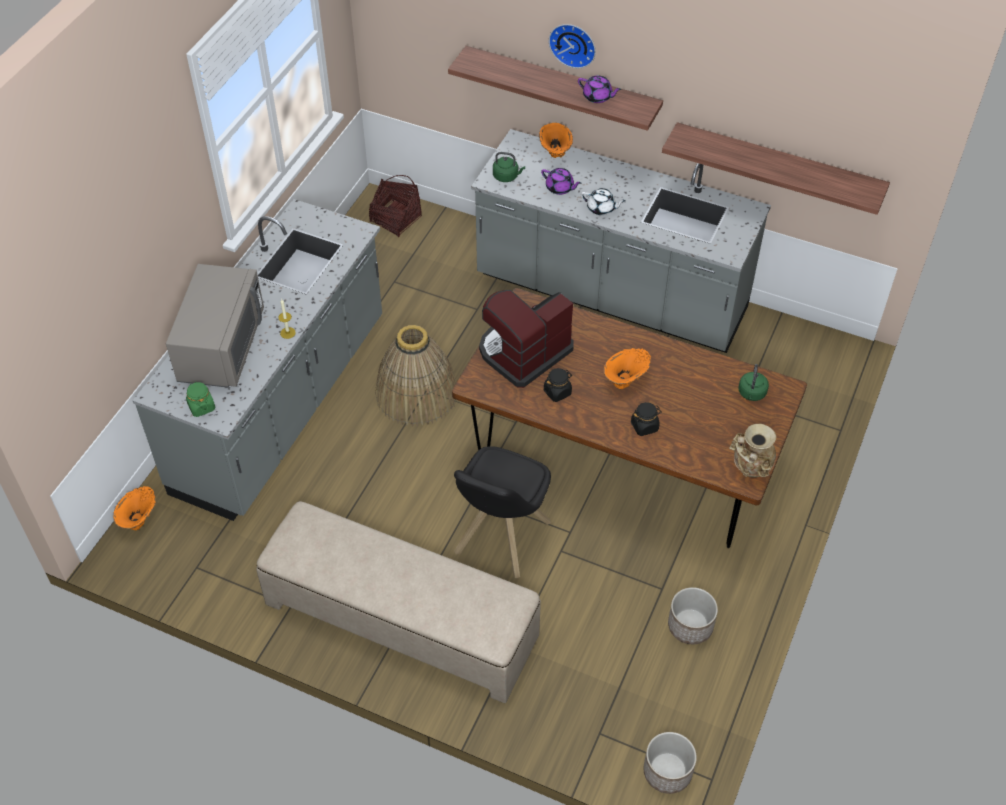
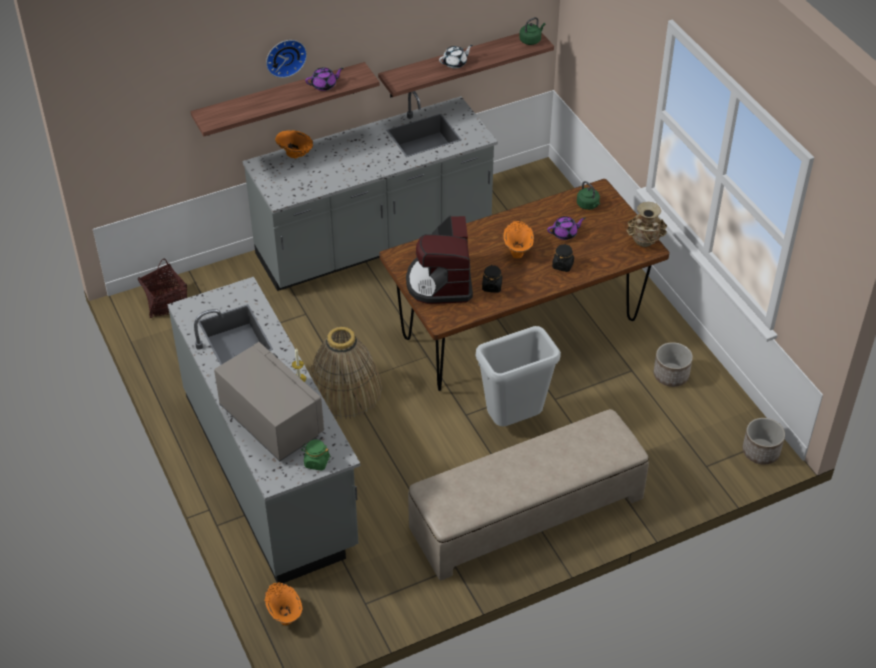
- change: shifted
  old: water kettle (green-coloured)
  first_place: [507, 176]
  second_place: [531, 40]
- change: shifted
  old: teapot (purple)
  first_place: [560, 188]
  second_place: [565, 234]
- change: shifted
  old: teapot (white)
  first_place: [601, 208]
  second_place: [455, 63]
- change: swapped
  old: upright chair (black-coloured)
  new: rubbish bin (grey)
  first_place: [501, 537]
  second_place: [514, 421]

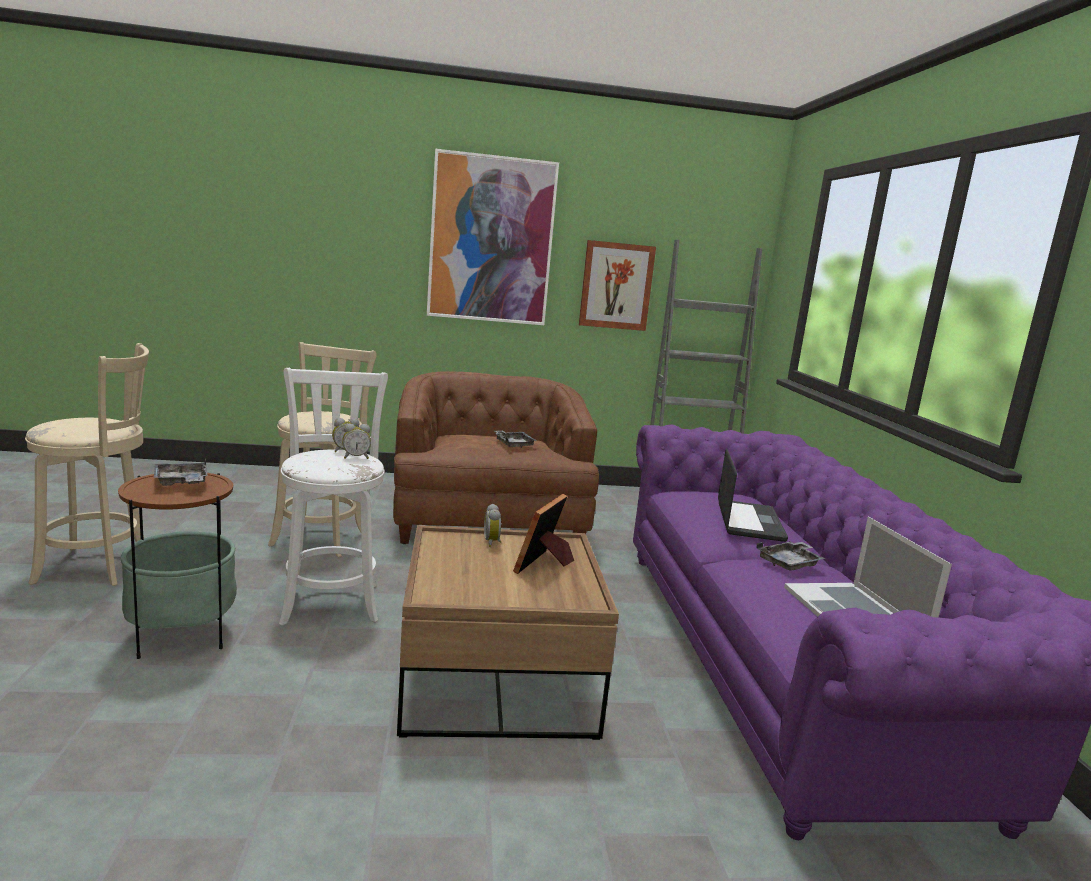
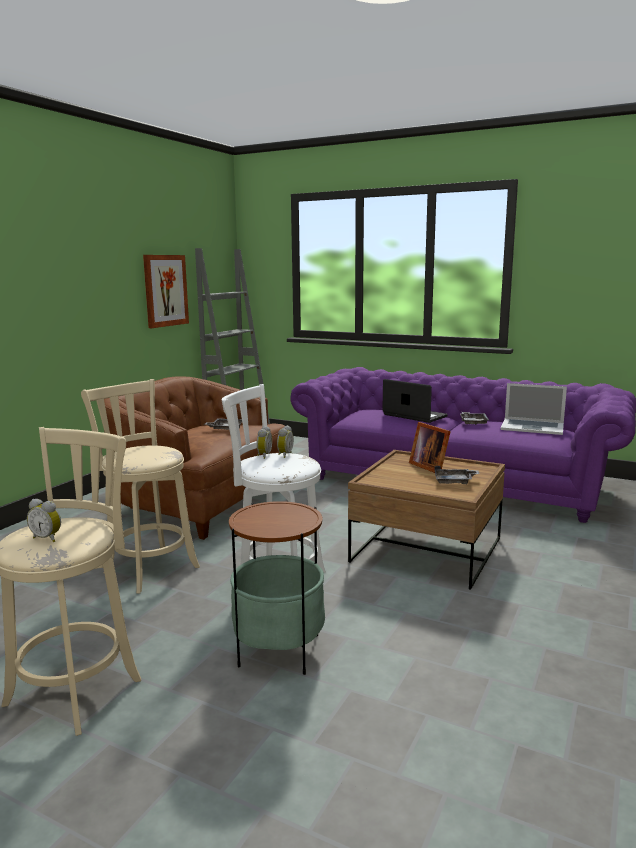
- change: gone
  old: picture
  first_place: [491, 240]
- change: shifted
  old: tray (grey)
  first_place: [181, 482]
  second_place: [454, 482]
- change: shifted
  old: alarm clock
  first_place: [493, 542]
  second_place: [47, 538]

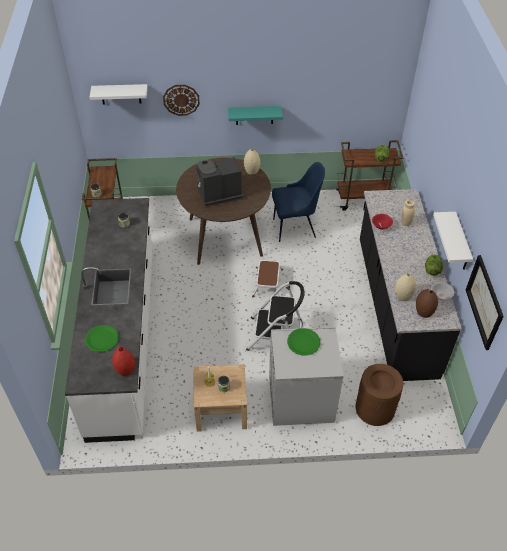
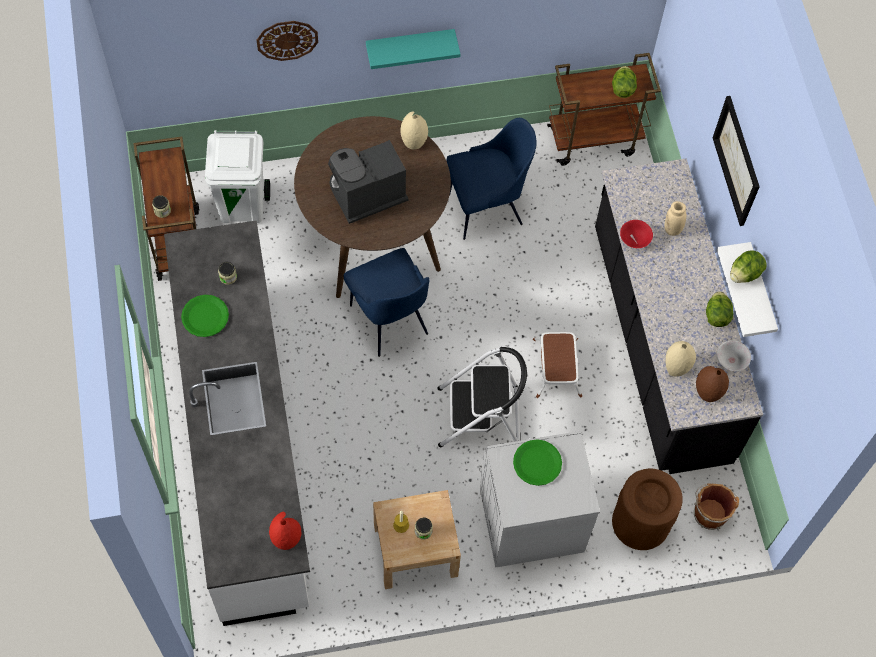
- change: gone
  old: wall shelf (white)
  first_place: [120, 94]
- change: shifted
  old: picture
  first_place: [484, 302]
  second_place: [737, 161]
- change: shifted
  old: step ladder (brownish)
  first_place: [267, 283]
  second_place: [556, 367]
- change: shifted
  old: flat dish (green-coloured)
  first_place: [102, 339]
  second_place: [205, 316]
- change: new
  new: rubbish bin (white)
  second_place: [243, 206]
- change: new
  new: upright chair (blue-coloured)
  second_place: [390, 320]
- change: new
  new: lettuce head
  second_place: [745, 274]
- change: new
  new: water bucket (brownish)
  second_place: [709, 512]

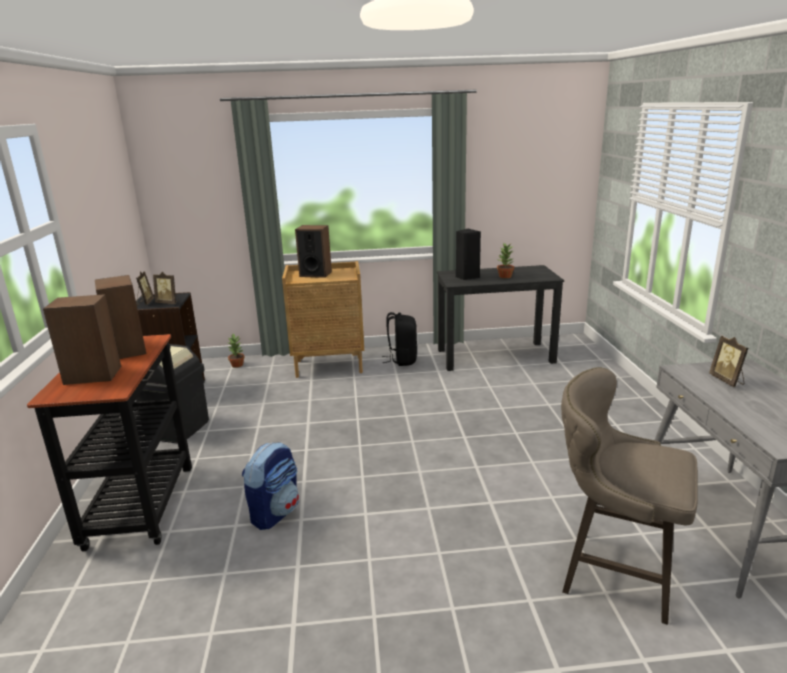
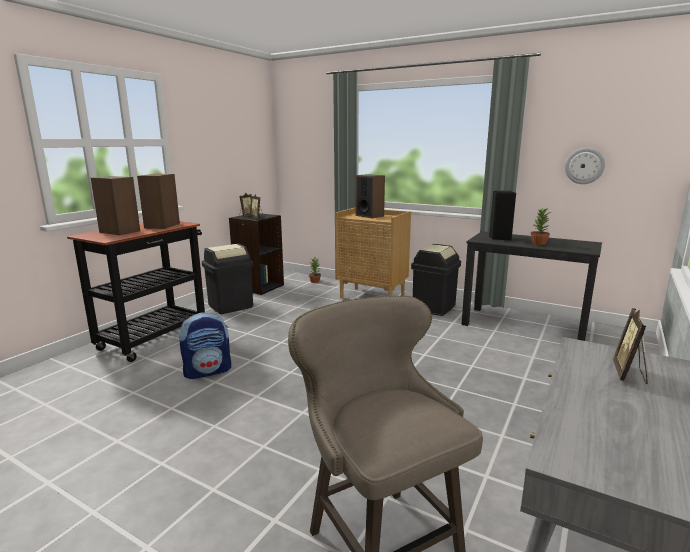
- change: swapped
  old: knapsack (black-coloured)
  new: rubbish bin (black-coloured)
  first_place: [402, 360]
  second_place: [433, 307]
- change: new
  new: hanging clock
  second_place: [584, 166]

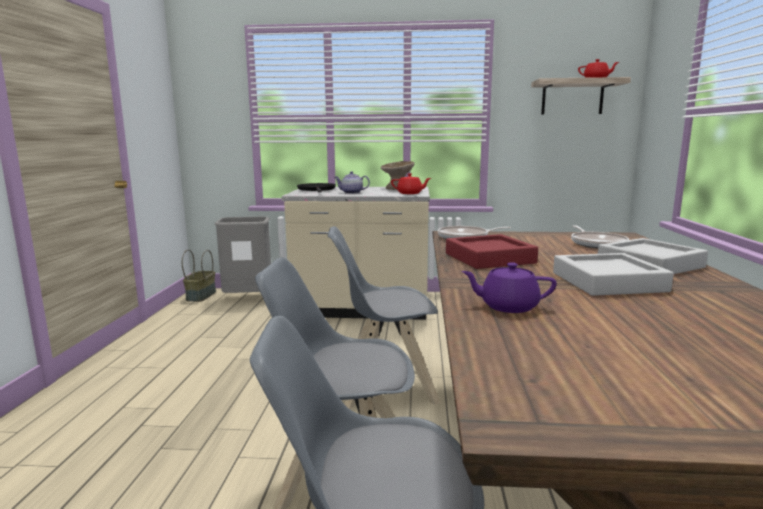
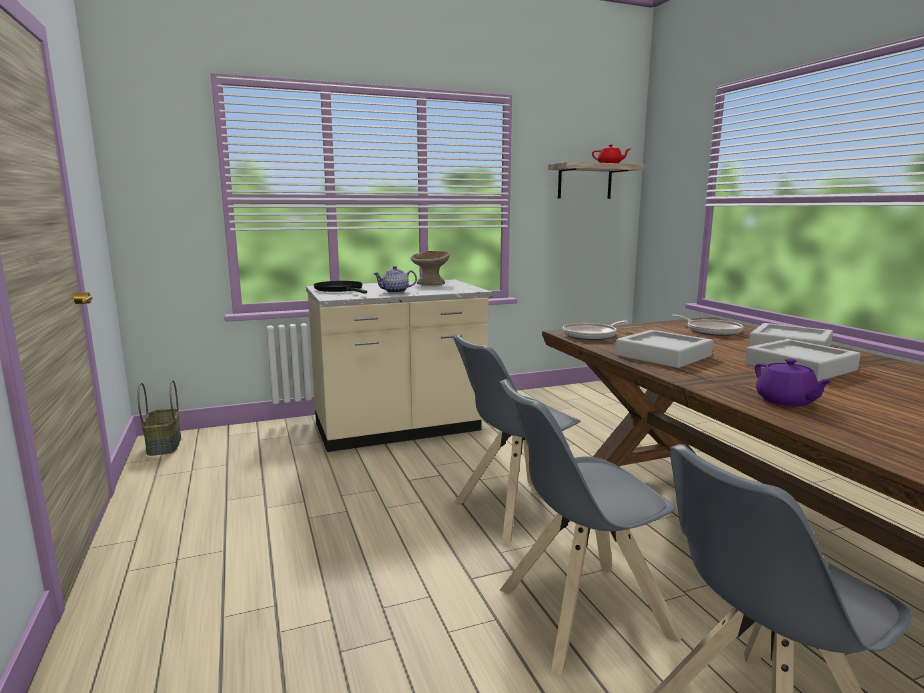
- change: gone
  old: teapot (red-coloured)
  first_place: [410, 193]
- change: gone
  old: rubbish bin (grey)
  first_place: [248, 299]
- change: repainted
  old: tray (red-coloured)
  new: tray (grey)
  first_place: [489, 258]
  second_place: [663, 355]
- change: rotated
  old: teapot (purple)
  first_place: [508, 306]
  second_place: [786, 401]
  degrees: -90

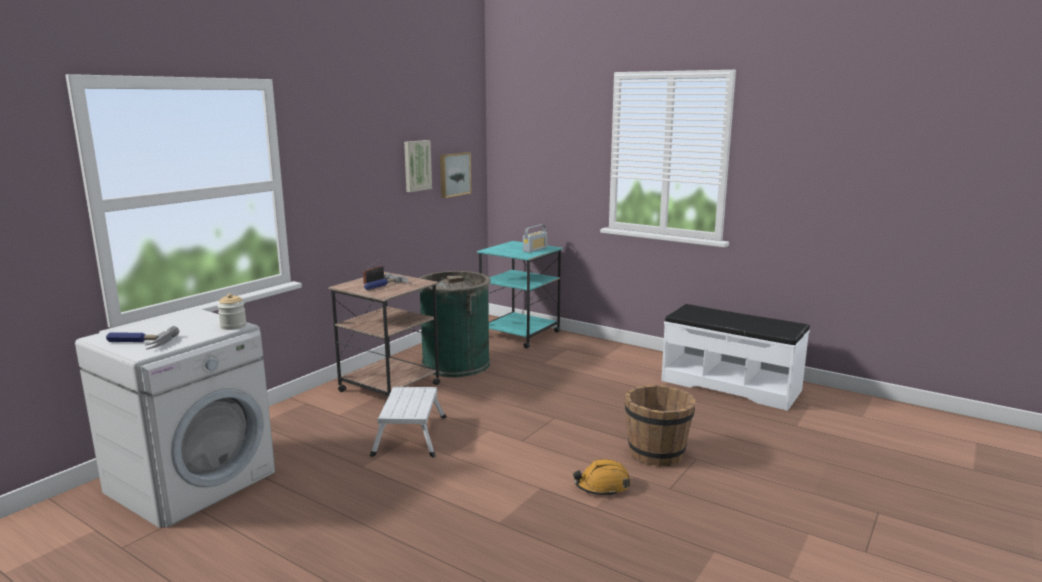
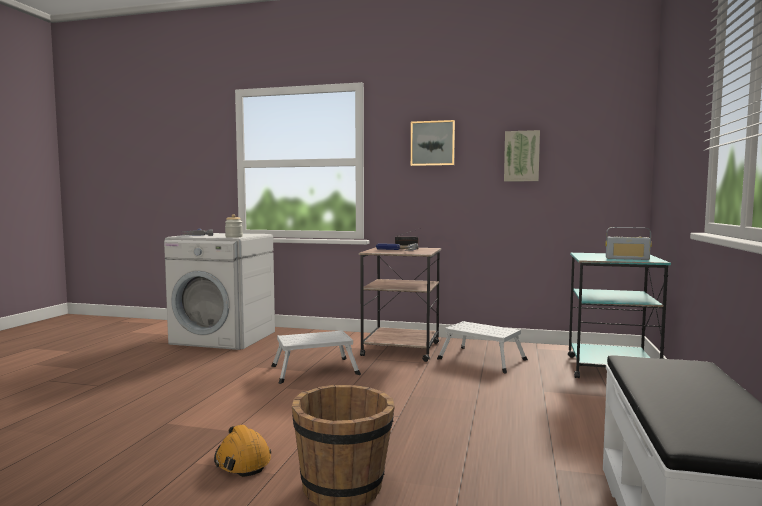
- change: shifted
  old: picture
  first_place: [454, 174]
  second_place: [433, 143]
- change: swapped
  old: rubbish bin (green-coloured)
  new: step ladder (white)
  first_place: [456, 364]
  second_place: [482, 359]

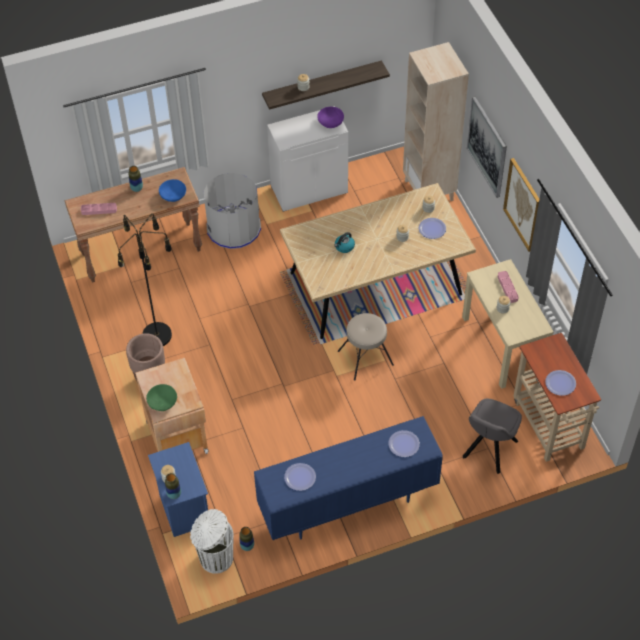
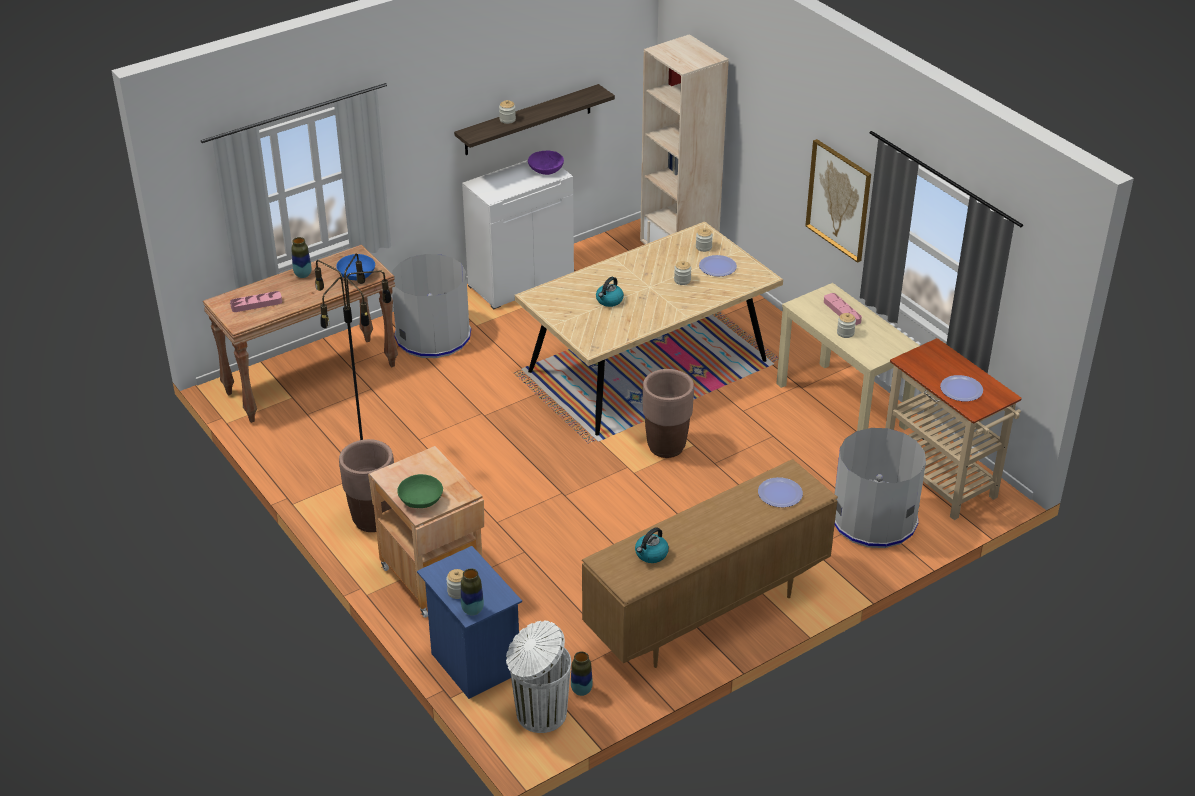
- change: gone
  old: picture
  first_place: [487, 146]
- change: swapped
  old: sitting stool (beige-coloured)
  new: planter (brownish)
  first_place: [365, 358]
  second_place: [666, 447]
- change: swapped
  old: upright chair (grey)
  new: rubbish bin (grey)
  first_place: [489, 449]
  second_place: [873, 519]
- change: repainted
  old: dresser (blue-coloured)
  new: dresser (brownish)
  first_place: [348, 504]
  second_place: [706, 614]
- change: swapped
  old: flat dish
  new: water kettle
  first_place: [300, 477]
  second_place: [651, 554]

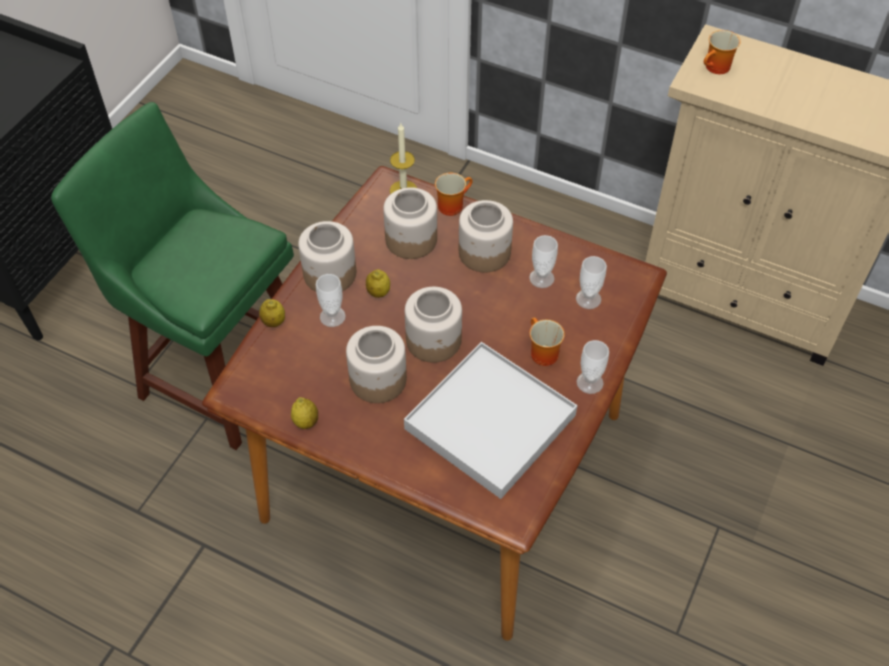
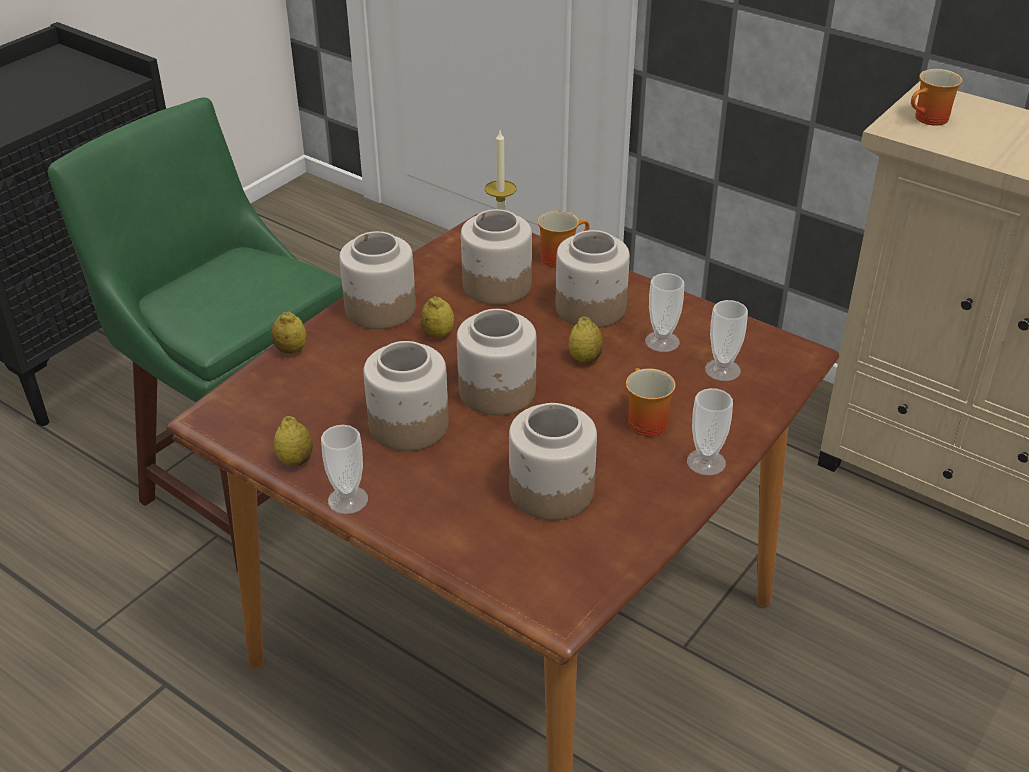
- change: shifted
  old: cup
  first_place: [332, 316]
  second_place: [348, 500]
- change: swapped
  old: tray (white)
  new: jar
  first_place: [490, 422]
  second_place: [552, 491]
- change: new
  new: citrus fruit
  second_place: [585, 359]

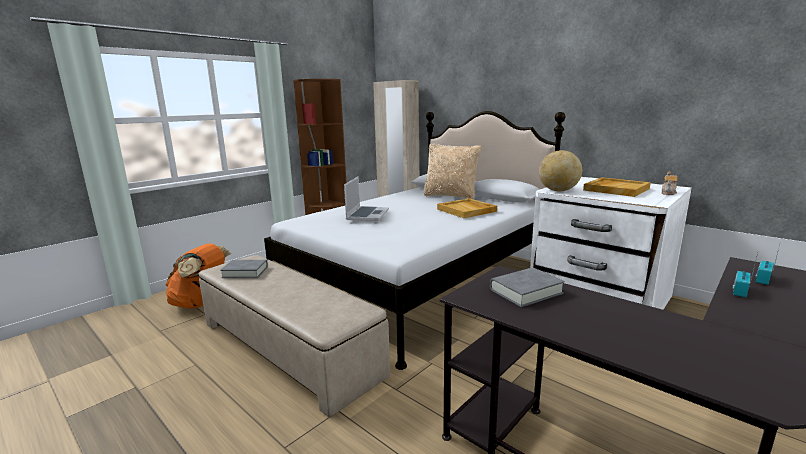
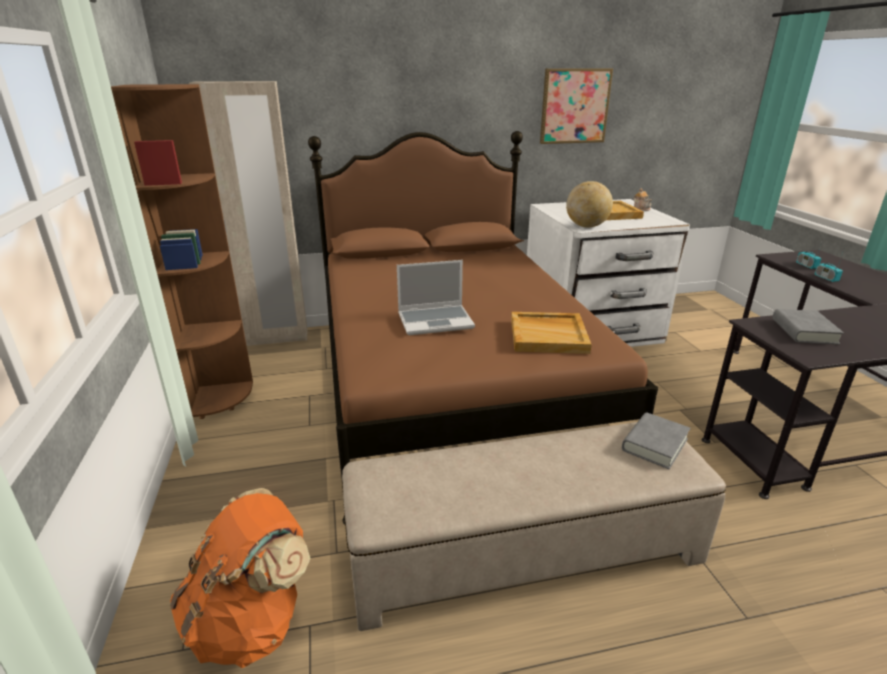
- change: repainted
  old: bed (white)
  new: bed (brownish)
  first_place: [421, 282]
  second_place: [451, 386]
- change: gone
  old: throw pillow (beige-coloured)
  first_place: [451, 197]
- change: rotated
  old: notebook computer
  first_place: [367, 214]
  second_place: [436, 321]
  degrees: 120
- change: shifted
  old: tray (beige-coloured)
  first_place: [467, 210]
  second_place: [548, 335]
- change: shifted
  old: book (grey)
  first_place: [245, 272]
  second_place: [654, 444]
- change: new
  new: picture
  second_place: [574, 106]

